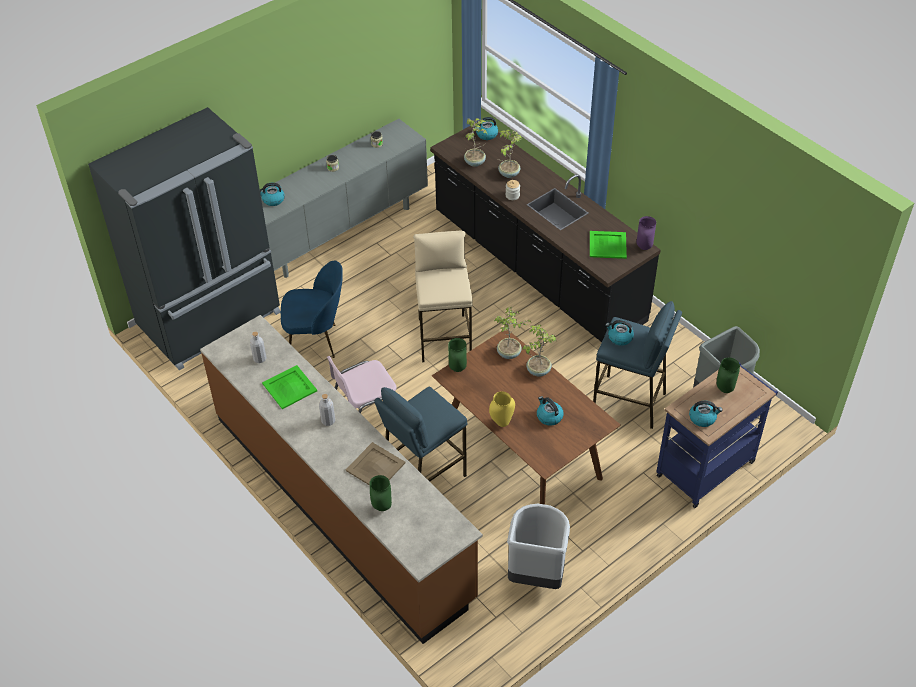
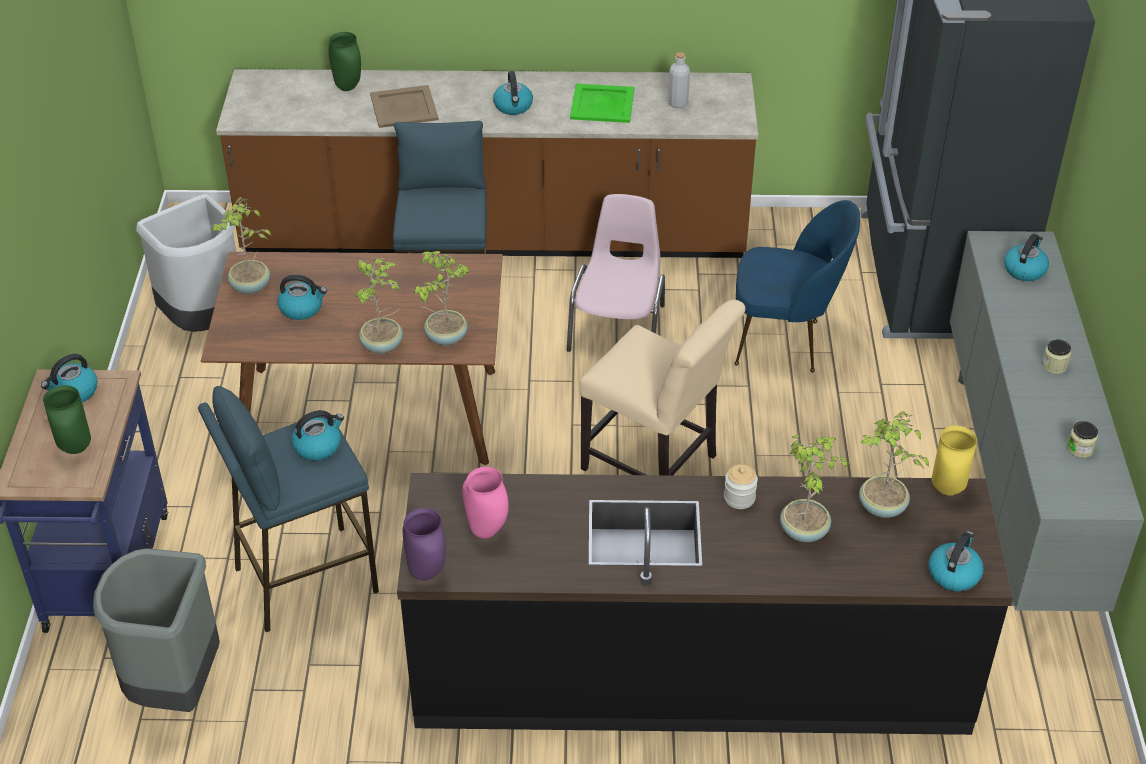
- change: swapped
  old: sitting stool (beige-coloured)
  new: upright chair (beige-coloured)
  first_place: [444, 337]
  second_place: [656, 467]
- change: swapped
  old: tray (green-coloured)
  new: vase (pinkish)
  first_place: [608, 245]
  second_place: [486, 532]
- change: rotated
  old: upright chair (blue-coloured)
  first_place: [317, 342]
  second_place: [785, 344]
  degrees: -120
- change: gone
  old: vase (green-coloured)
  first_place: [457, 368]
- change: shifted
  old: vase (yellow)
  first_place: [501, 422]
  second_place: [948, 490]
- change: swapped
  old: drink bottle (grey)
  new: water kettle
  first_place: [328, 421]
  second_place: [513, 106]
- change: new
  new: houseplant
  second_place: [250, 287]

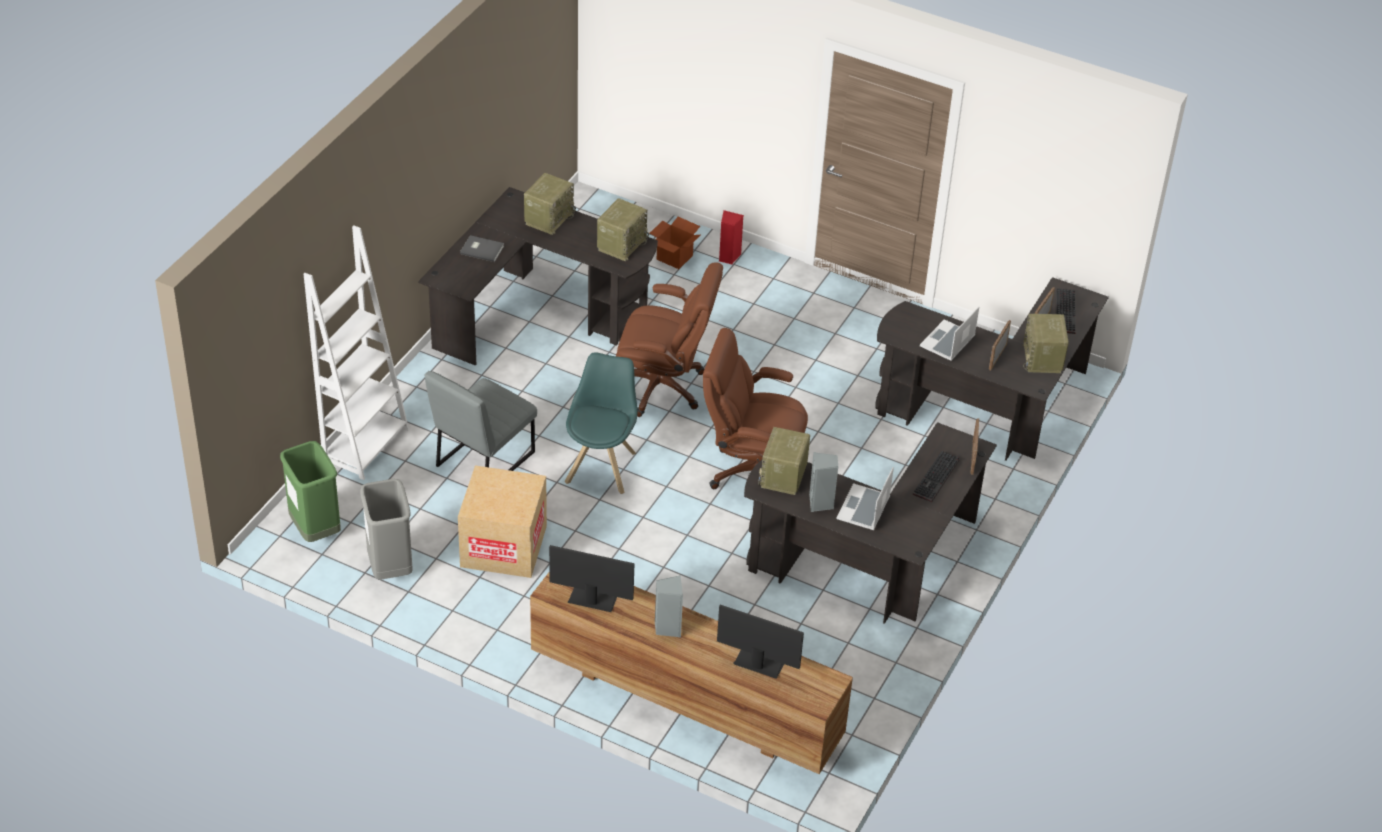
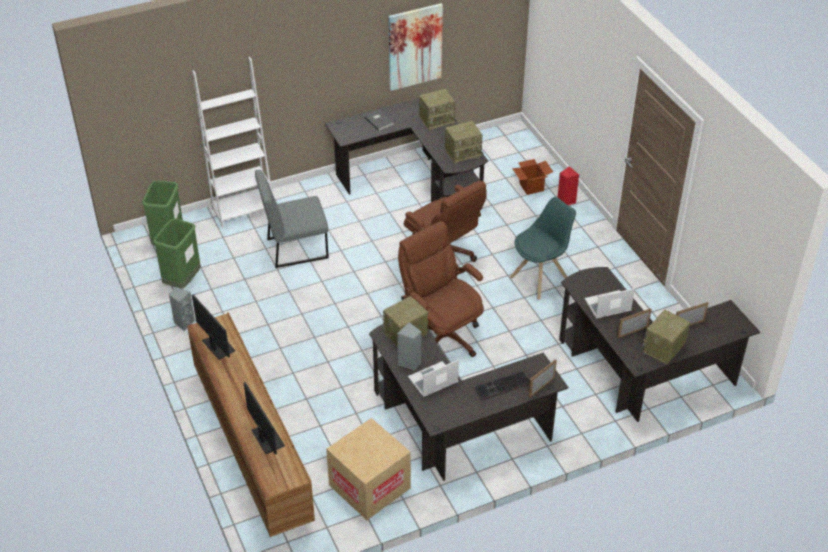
- change: gone
  old: PC keyboard
  first_place: [1066, 313]
- change: shifted
  old: upright chair (blue-green)
  first_place: [601, 467]
  second_place: [540, 278]
- change: shifted
  old: cardboard box
  first_place: [503, 546]
  second_place: [369, 486]
- change: repainted
  old: rubbish bin (grey)
  new: rubbish bin (green-coloured)
  first_place: [390, 567]
  second_place: [182, 281]
- change: shifted
  old: speaker (grey)
  first_place: [667, 627]
  second_place: [184, 323]
- change: new
  new: picture
  second_place: [415, 46]

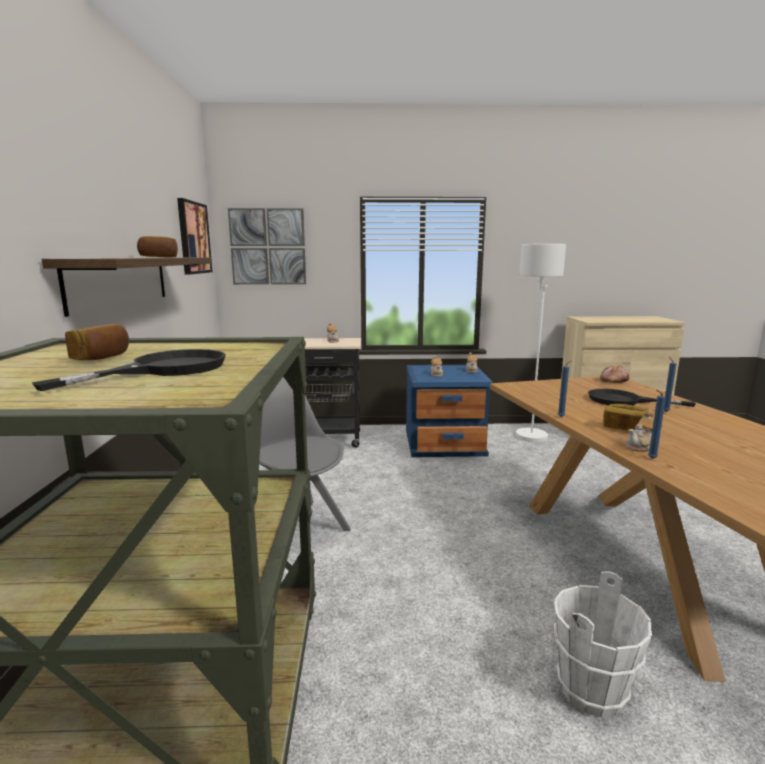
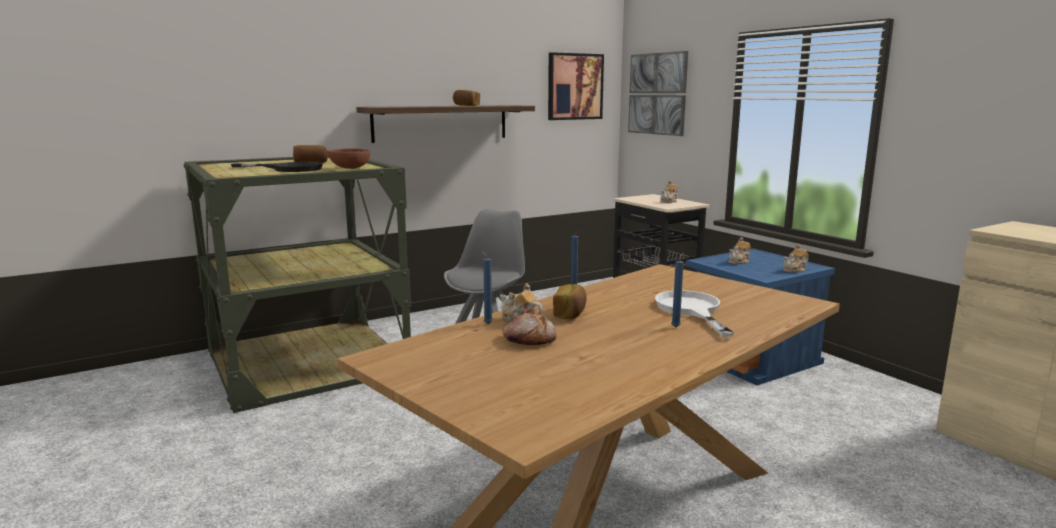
- change: gone
  old: floor lamp (white)
  first_place: [529, 439]
- change: shifted
  old: bakery bread
  first_place: [613, 381]
  second_place: [529, 339]
- change: repainted
  old: skillet (black-coloured)
  new: skillet (white)
  first_place: [624, 401]
  second_place: [691, 310]
- change: gone
  old: water bucket (white)
  first_place: [592, 691]
- change: new
  new: bowl (brownish)
  second_place: [349, 168]

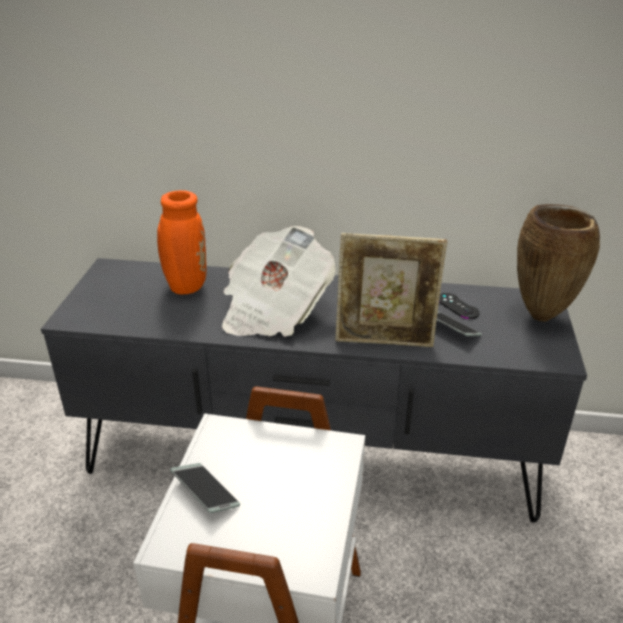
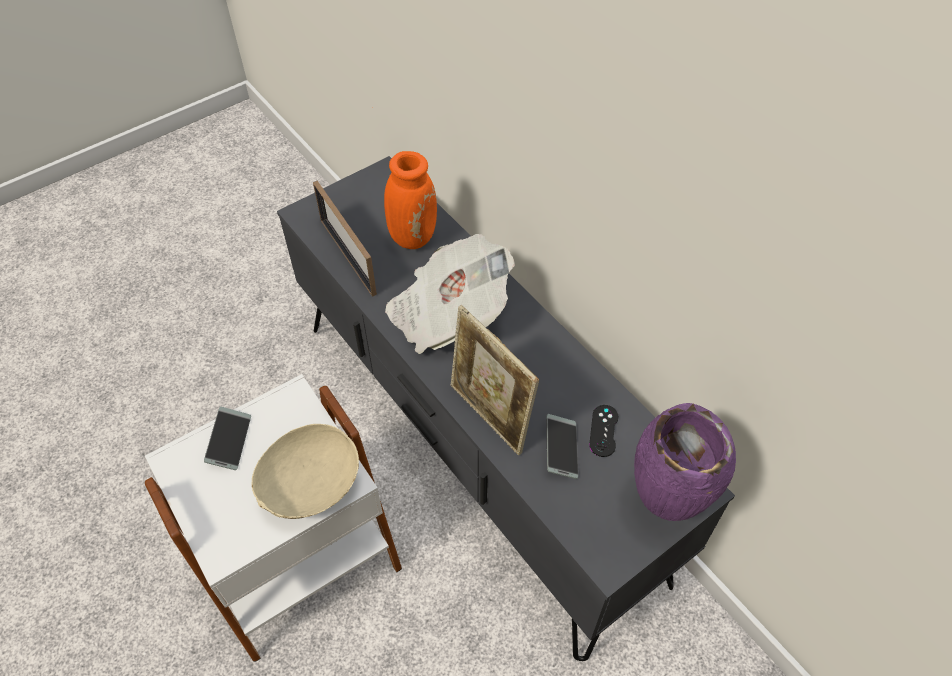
- change: repainted
  old: vase (brownish)
  new: vase (purple)
  first_place: [542, 316]
  second_place: [666, 506]
- change: new
  new: picture frame
  second_place: [348, 256]
- change: new
  new: bowl (beige-coloured)
  second_place: [312, 488]

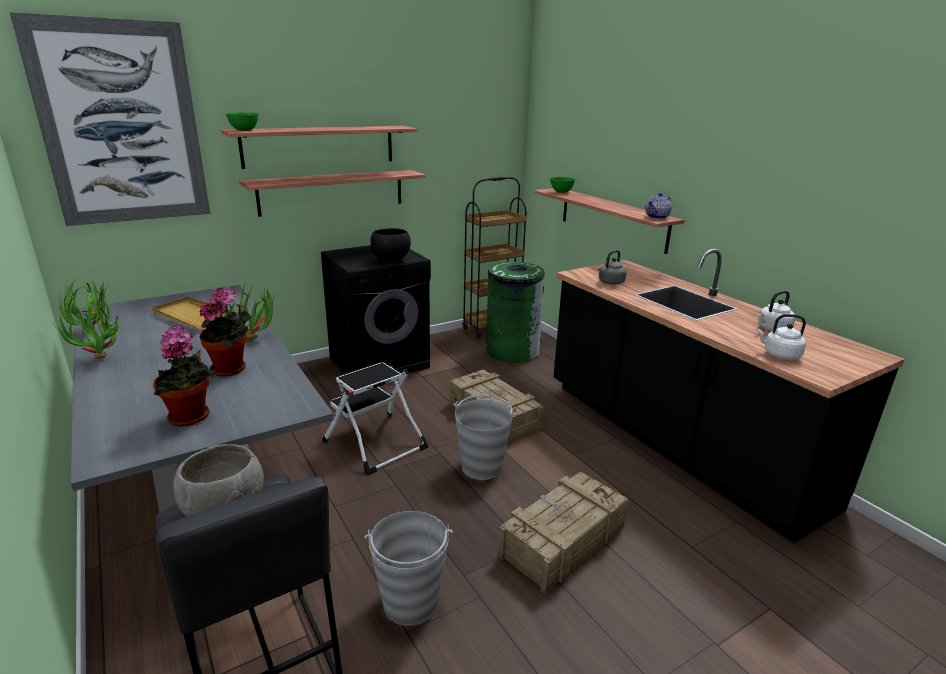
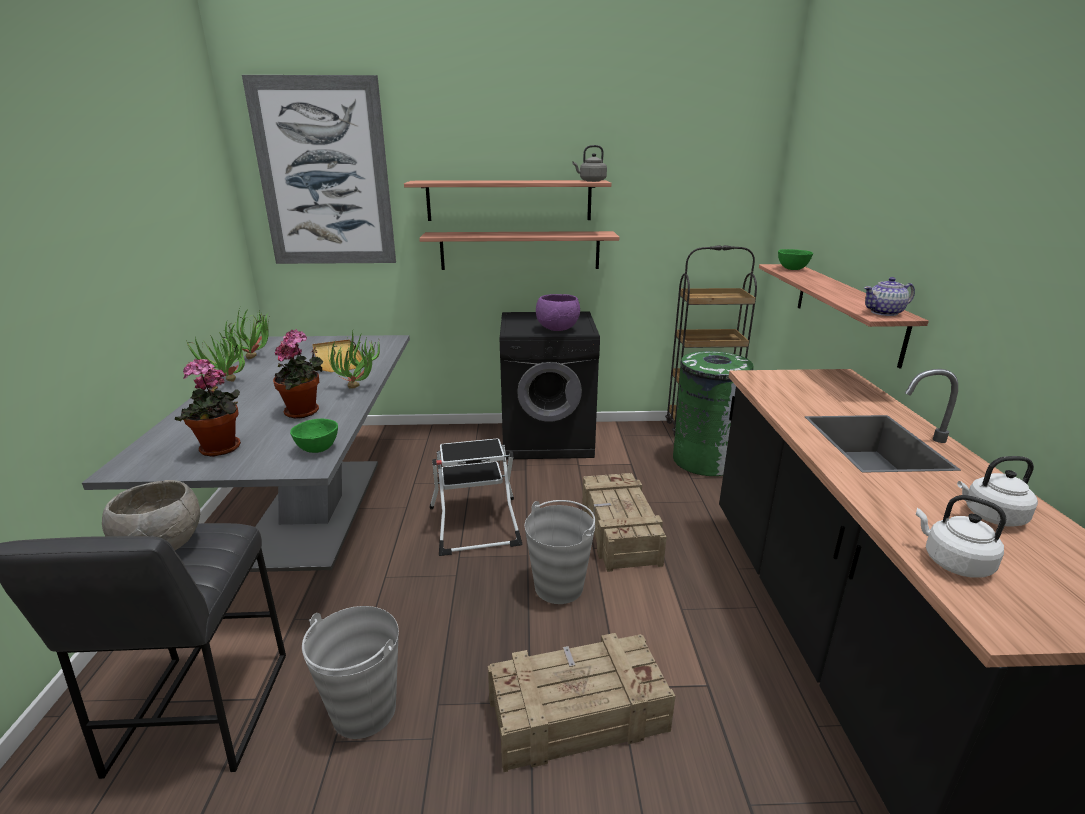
- change: shifted
  old: bowl (green-coloured)
  first_place: [244, 130]
  second_place: [317, 449]
- change: repainted
  old: bowl (black-coloured)
  new: bowl (purple)
  first_place: [391, 260]
  second_place: [558, 329]
- change: shifted
  old: water kettle (grey)
  first_place: [610, 283]
  second_place: [591, 181]

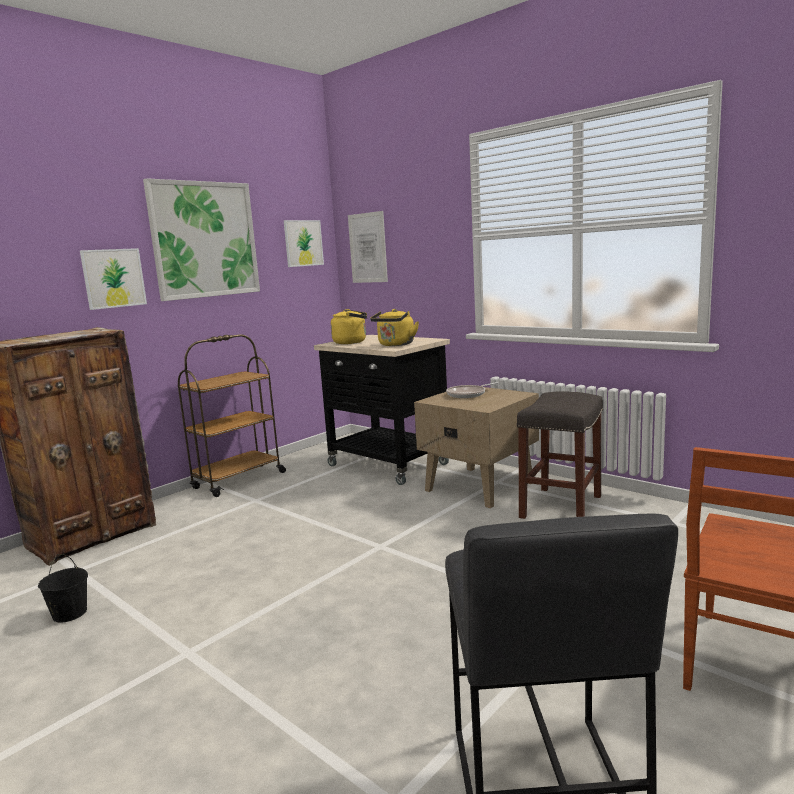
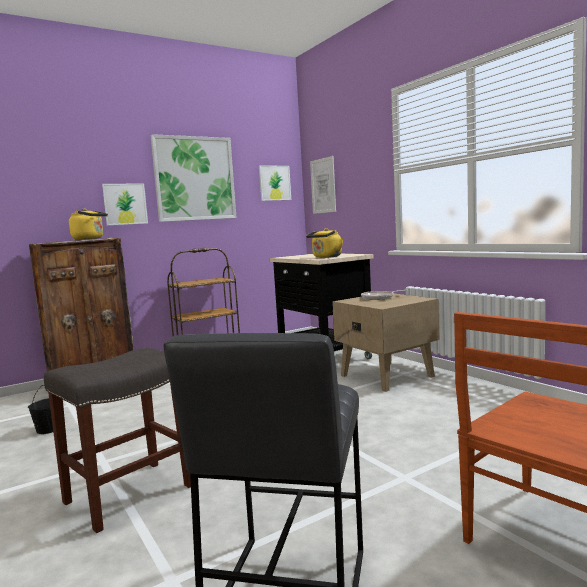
- change: shifted
  old: water kettle (yellow)
  first_place: [352, 342]
  second_place: [90, 239]
- change: shifted
  old: sitting stool (grey)
  first_place: [561, 506]
  second_place: [130, 493]

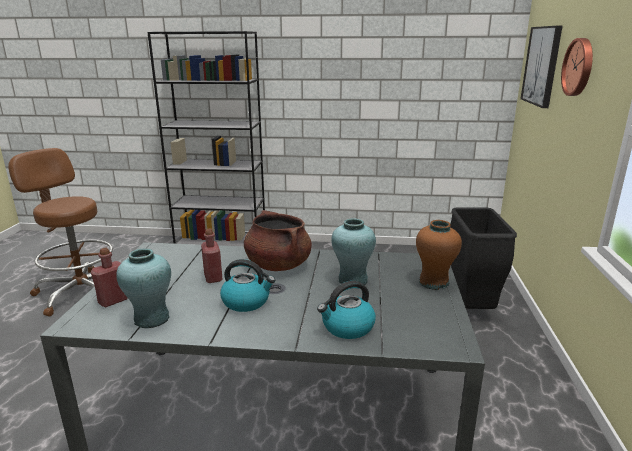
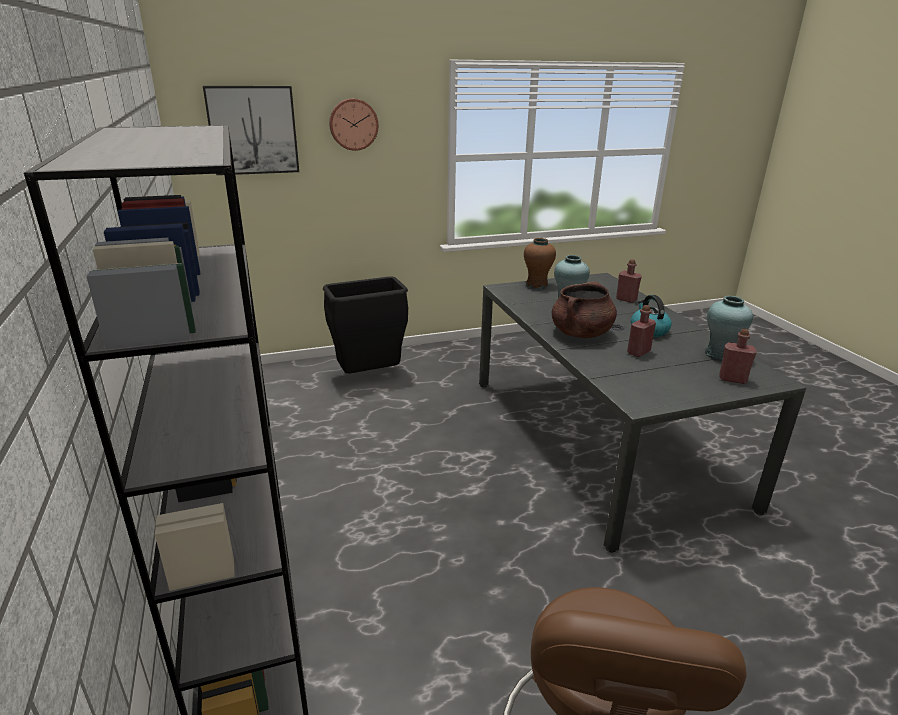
- change: swapped
  old: water kettle
  new: drink bottle (red-coloured)
  first_place: [347, 327]
  second_place: [626, 299]

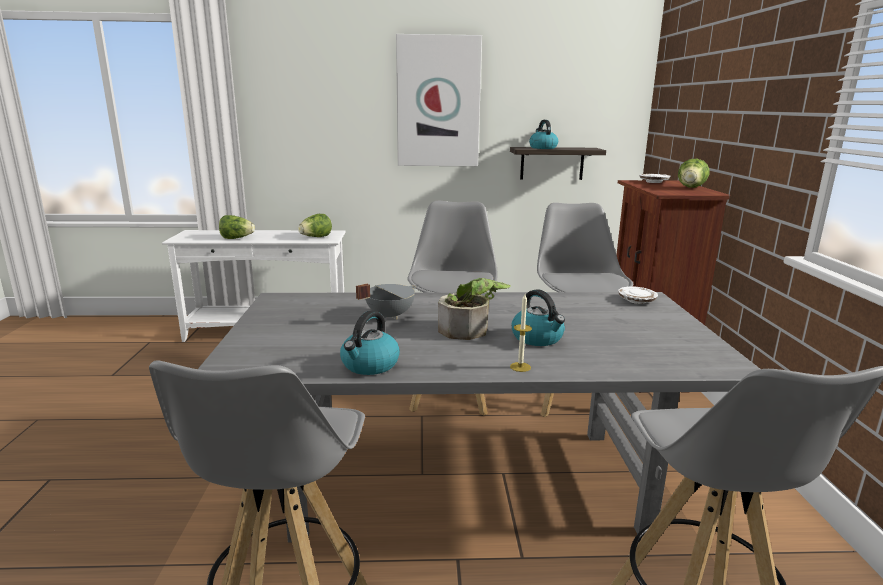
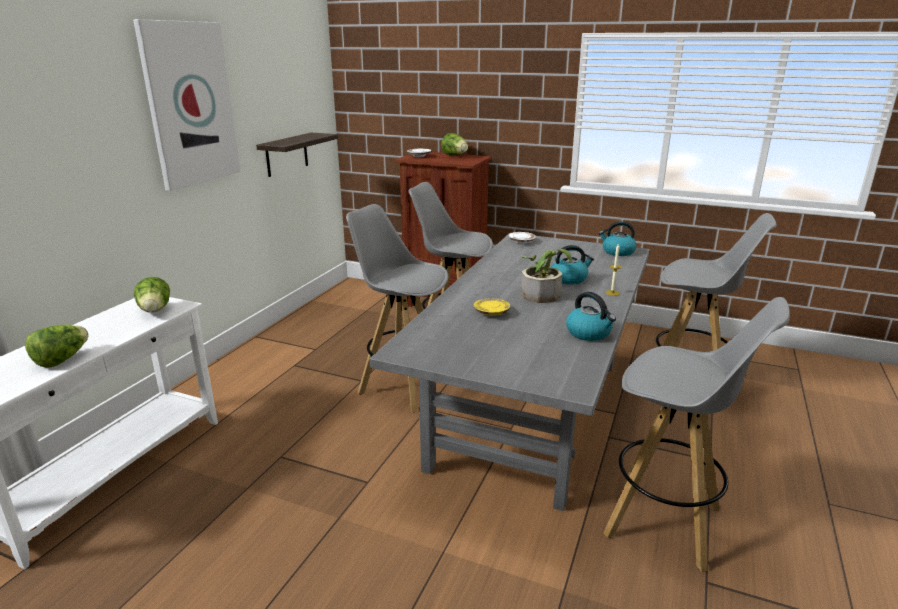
- change: shifted
  old: water kettle
  first_place: [542, 148]
  second_place: [617, 252]
- change: swapped
  old: stockpot (grey)
  new: flat dish (yellow)
  first_place: [389, 315]
  second_place: [491, 312]

